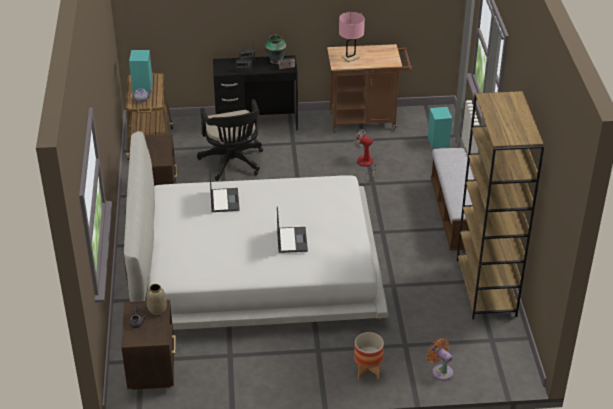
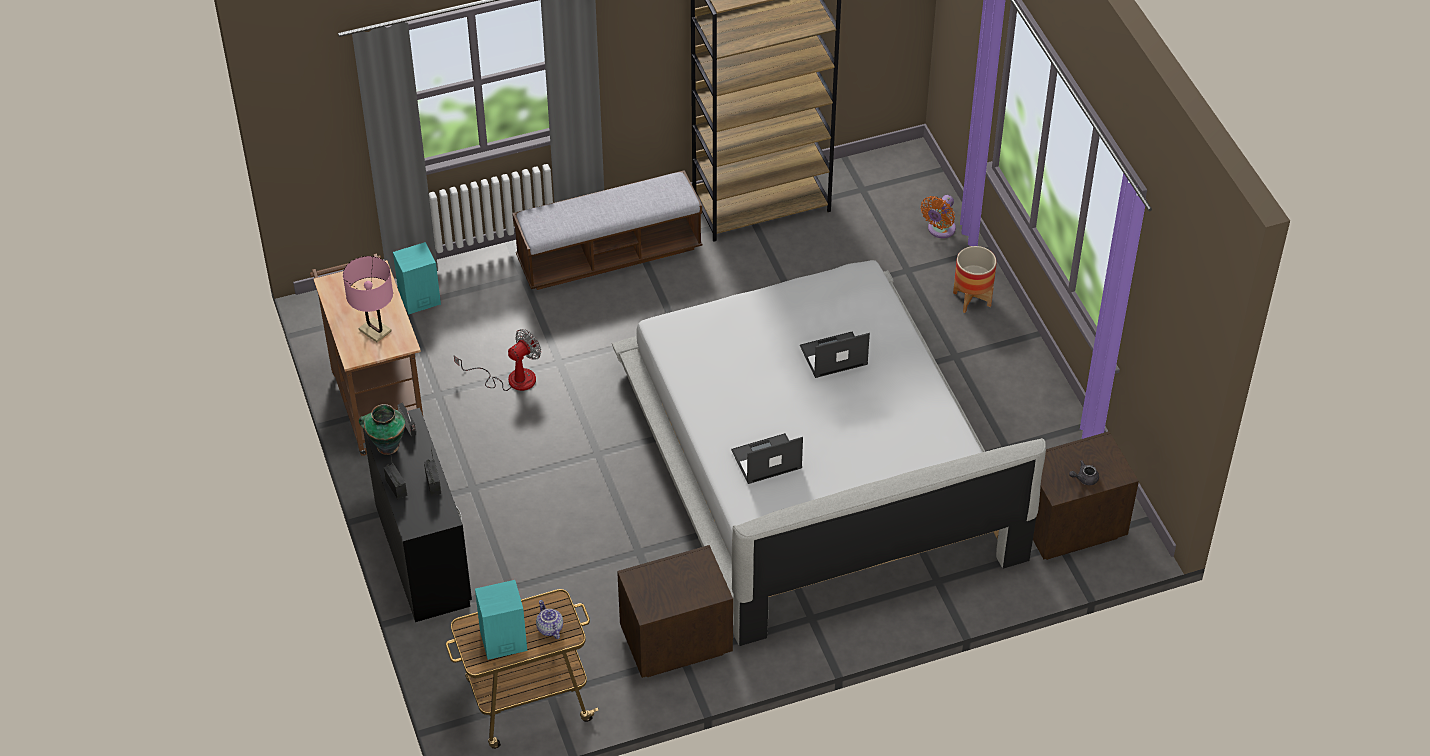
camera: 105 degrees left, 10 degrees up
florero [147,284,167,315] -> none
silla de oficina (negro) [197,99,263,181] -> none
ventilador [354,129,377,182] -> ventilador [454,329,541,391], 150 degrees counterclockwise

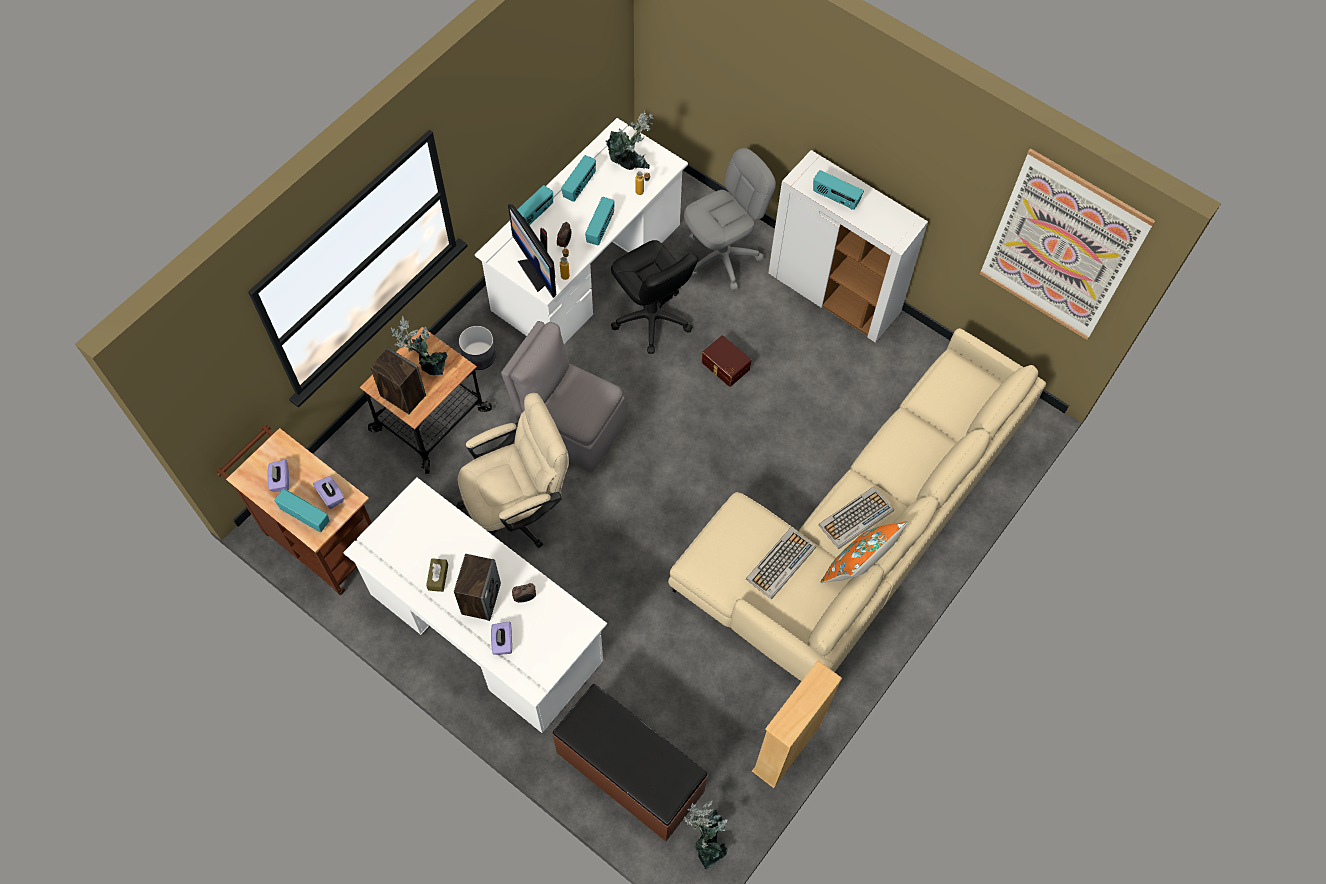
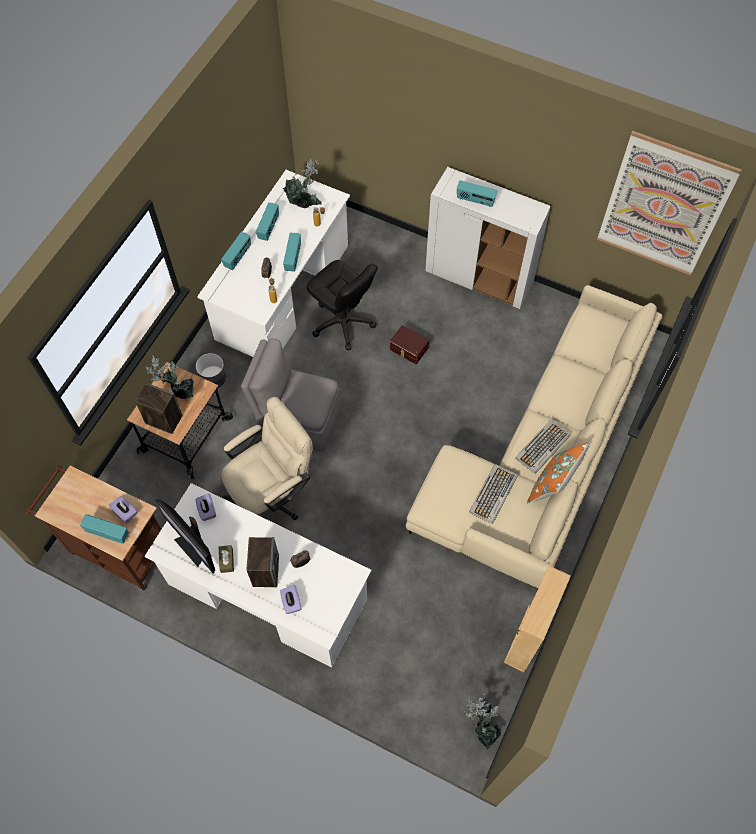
camera: 10 degrees left, 0 degrees up
banco (marrón) [552,684,708,841] -> none
silla de oficina (gris) [684,148,776,290] -> none
caja de pañuelos (morado) [267,460,289,492] -> caja de pañuelos (morado) [195,493,216,521], shifted
monitor [508,204,556,298] -> monitor [155,499,215,573], shifted

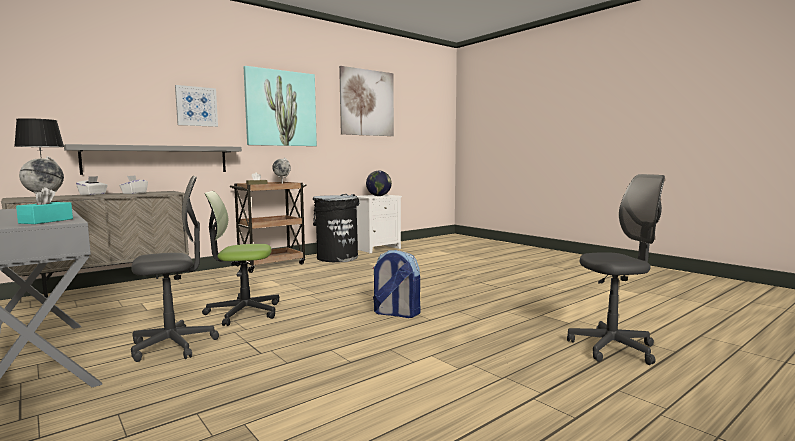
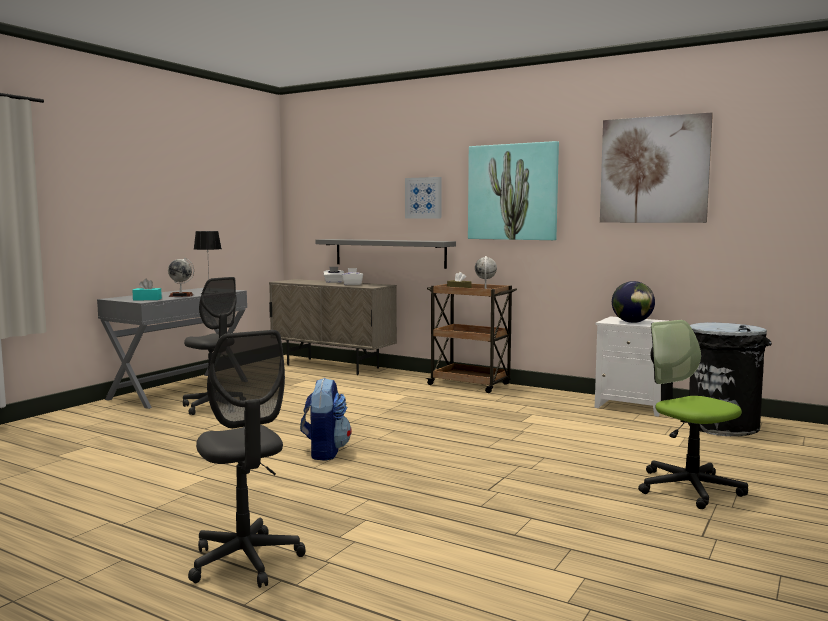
camera: 70 degrees right, 0 degrees up
silla de oficina [202,191,279,326] -> silla de oficina [638,320,748,509], shifted
papelera (negro) [313,194,360,262] -> papelera (negro) [688,322,772,436], shifted

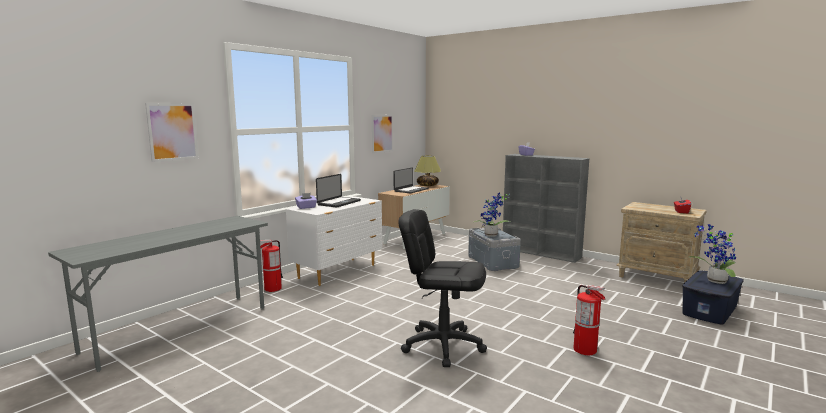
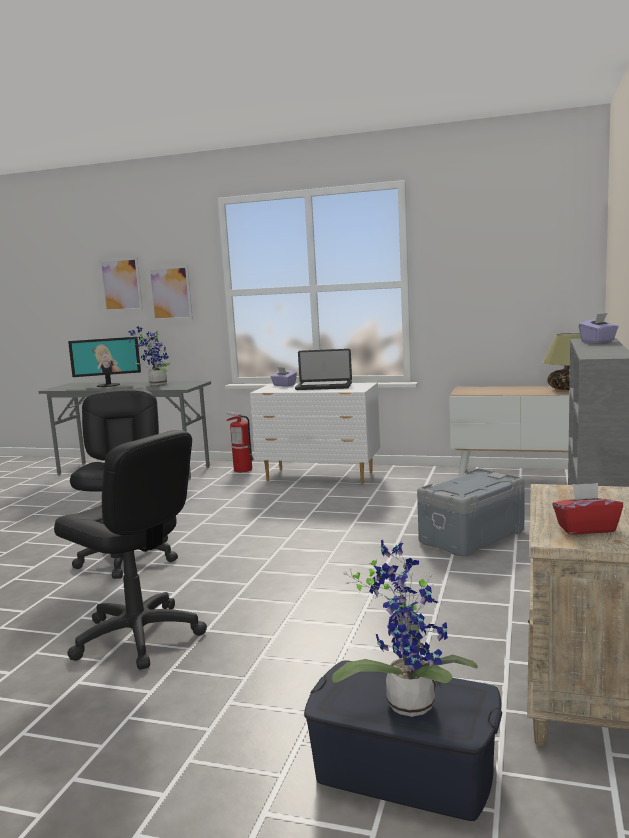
camera: 70 degrees right, 0 degrees up
portátil [394,167,429,193] -> none
none -> monitor [68,337,141,387]
cuadro [372,115,393,153] -> cuadro [99,257,143,312], shifted
planta en maceta [474,193,512,237] -> planta en maceta [129,326,172,385], shifted
extintor [573,285,605,355] -> silla de oficina (negro) [54,430,207,670]

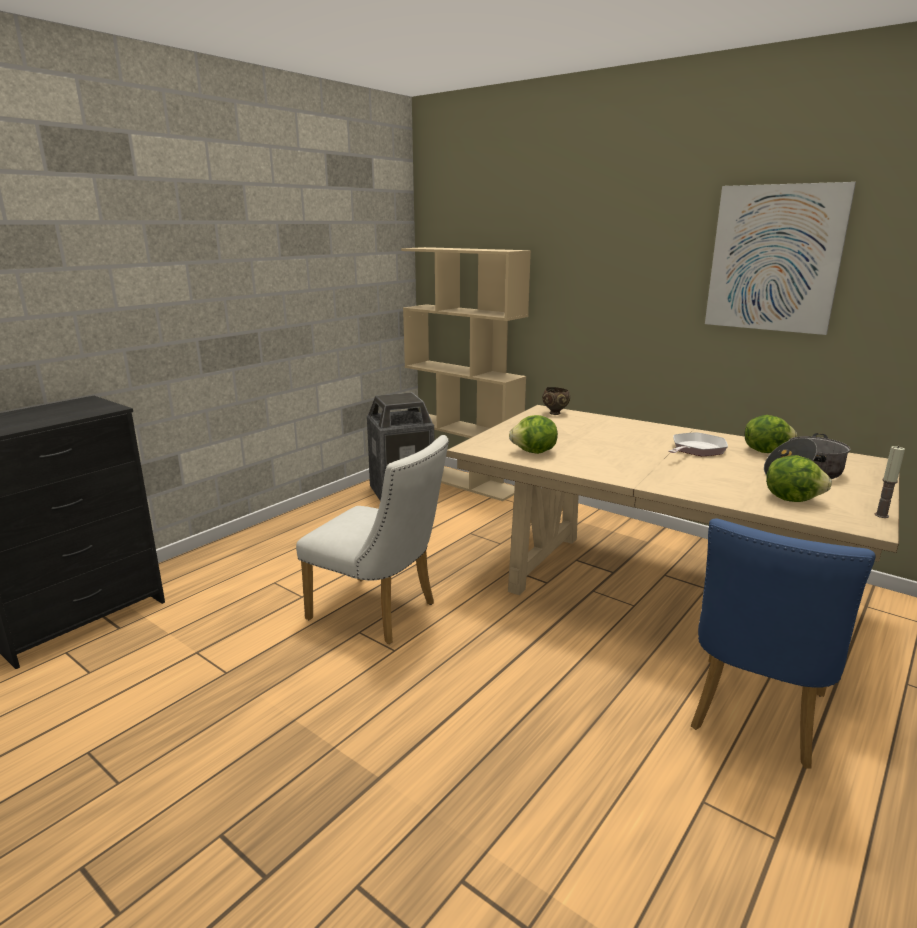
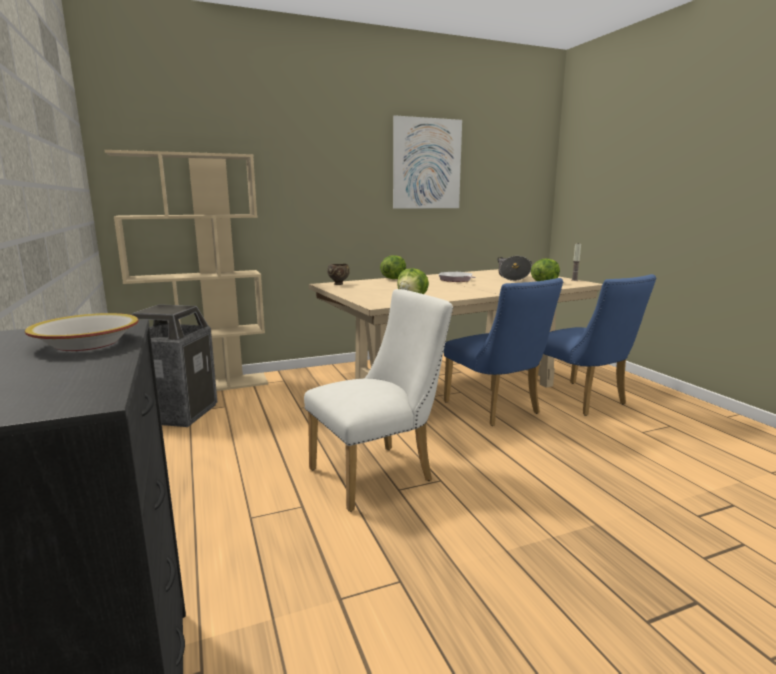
camera: 60 degrees left, 5 degrees down
none -> cuenco [25,313,139,351]
none -> silla (azul) [444,278,563,426]
lechuga [745,415,797,453] -> lechuga [380,255,406,279], shifted

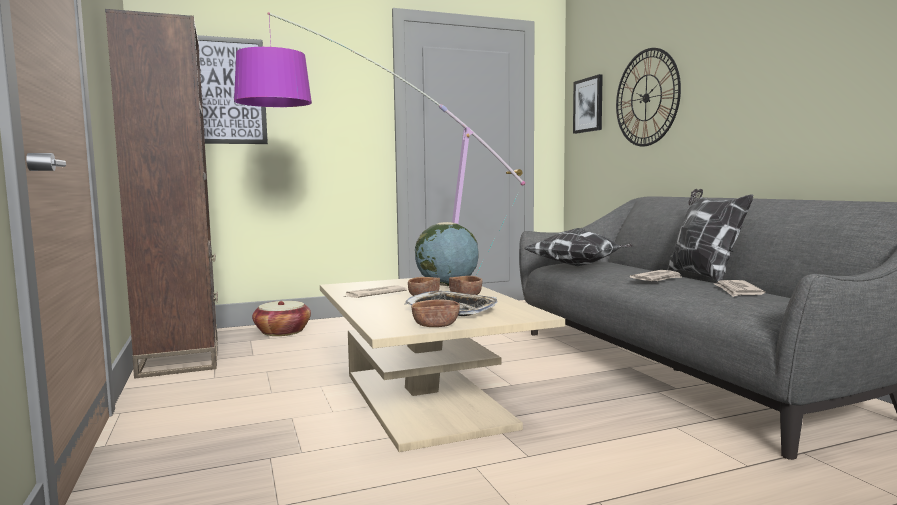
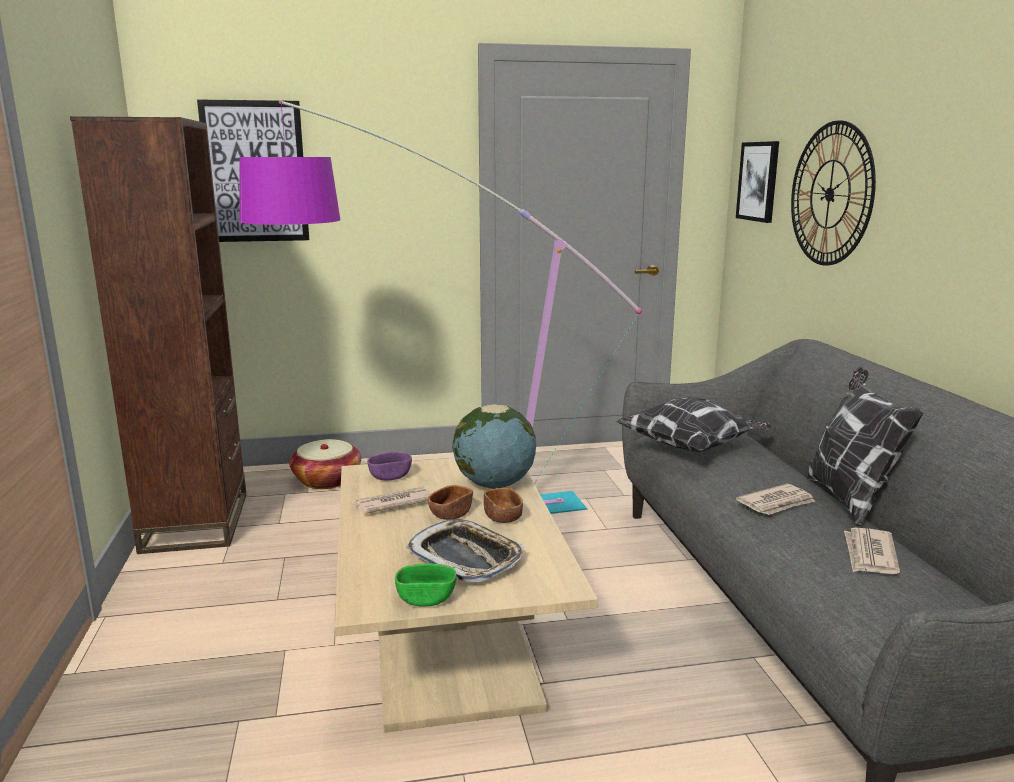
camera: 10 degrees right, 10 degrees up
none -> cuenco (morado) [367,452,412,480]
cuenco (marrón) [411,300,460,327] -> cuenco (verde) [395,563,457,607]

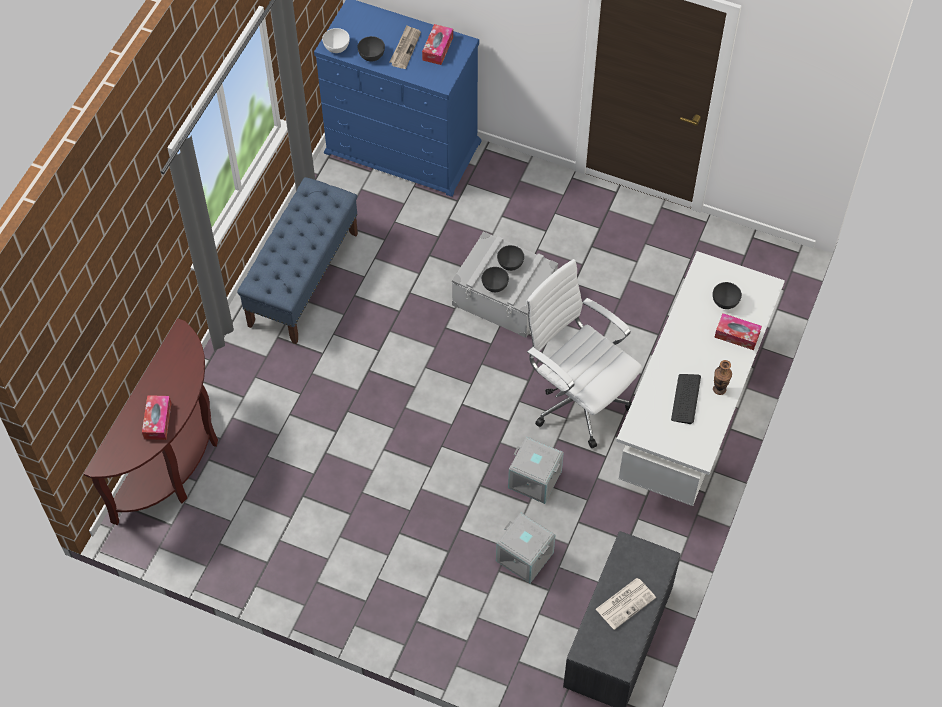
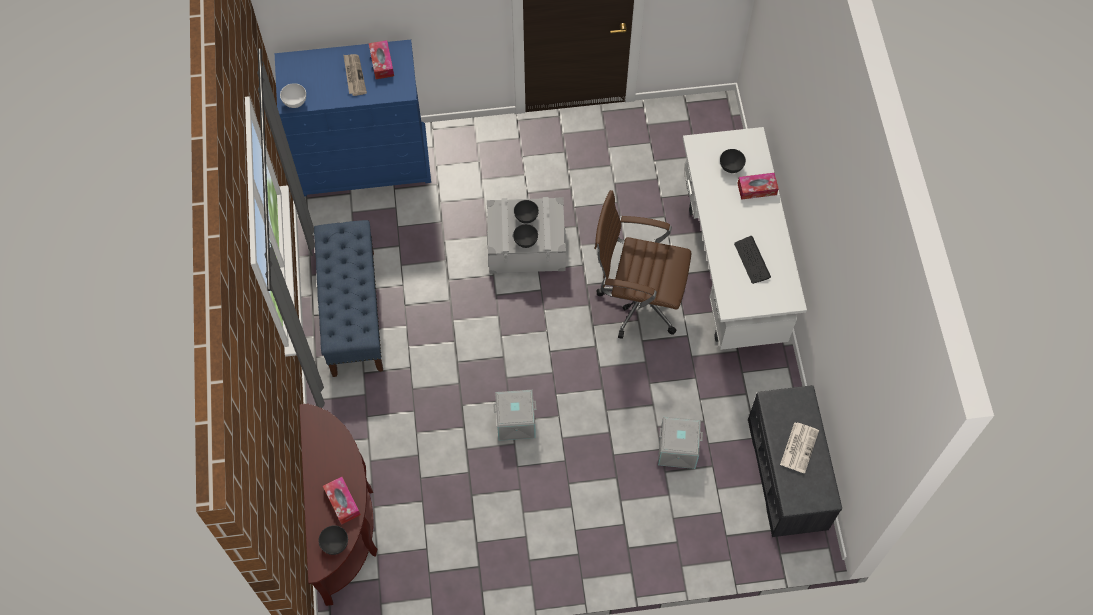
camera: 30 degrees left, 5 degrees up
florero [713,360,732,395] -> none
cuenco (gris) [358,36,385,62] -> cuenco (gris) [319,525,348,555], shifted
caja de almacenaje (gris) [508,437,564,504] -> caja de almacenaje (gris) [493,390,537,441], shifted
silla de oficina (blanco) [525,259,642,449] -> silla de oficina (marrón) [594,190,691,339]

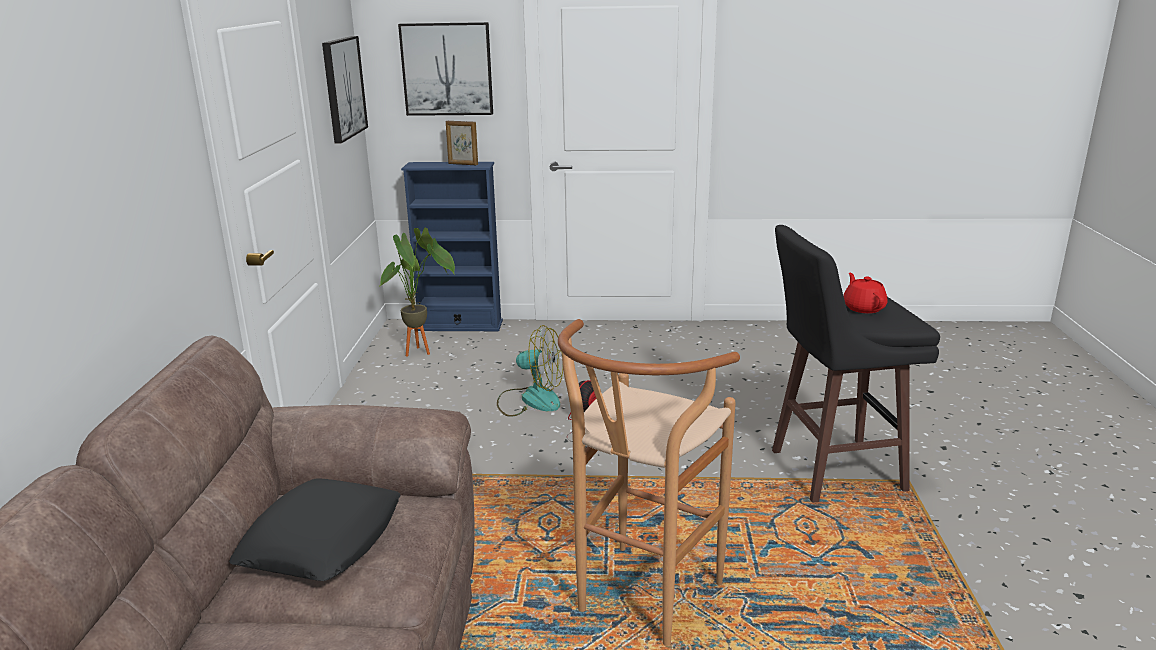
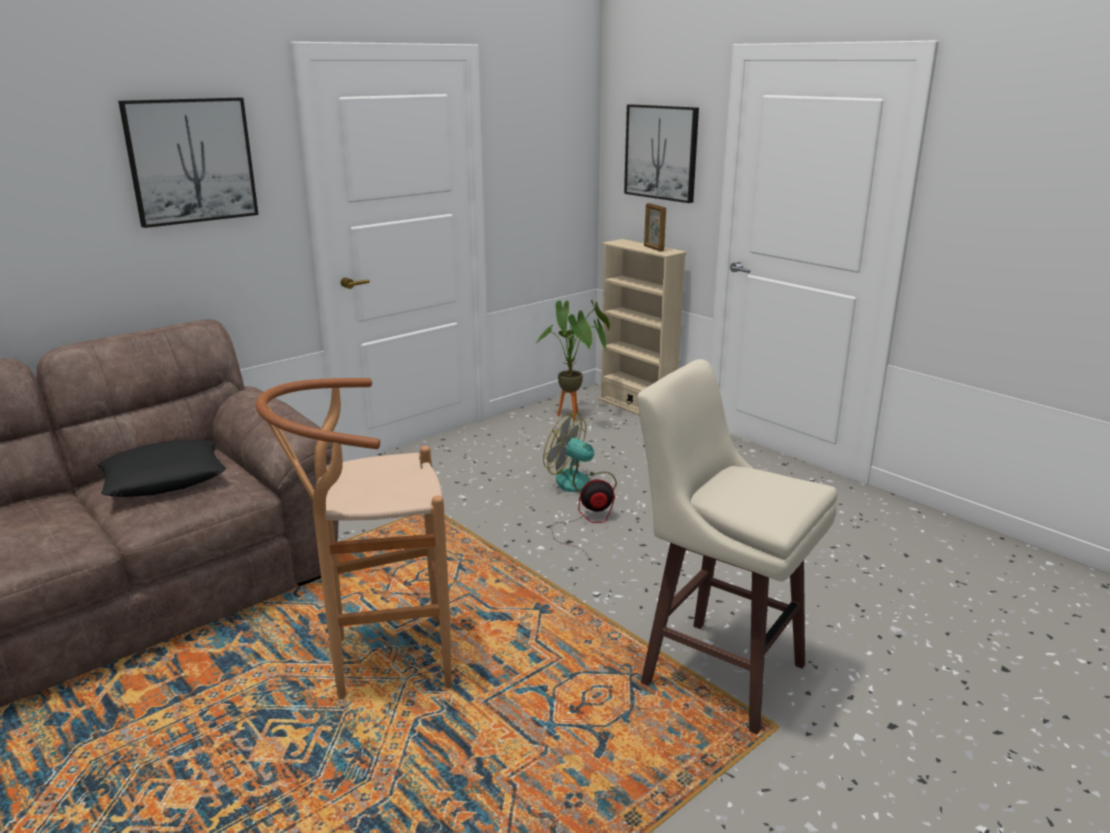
camera: 45 degrees right, 0 degrees up
tetera (rojo) [843,273,888,313] -> none
cuadro [322,36,368,144] -> cuadro [118,98,259,228], shifted
estantería (azul) [401,162,503,331] -> estantería (beis) [599,239,687,415]
taburete (negro) [772,225,940,503] -> taburete (beis) [637,359,838,734]
ventilador [497,325,563,417] -> ventilador [543,413,617,494], 150 degrees clockwise

